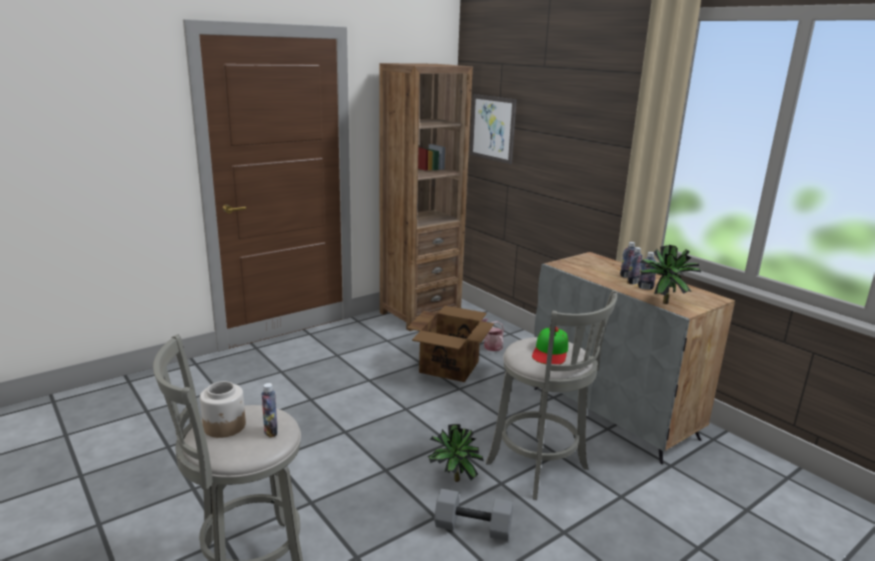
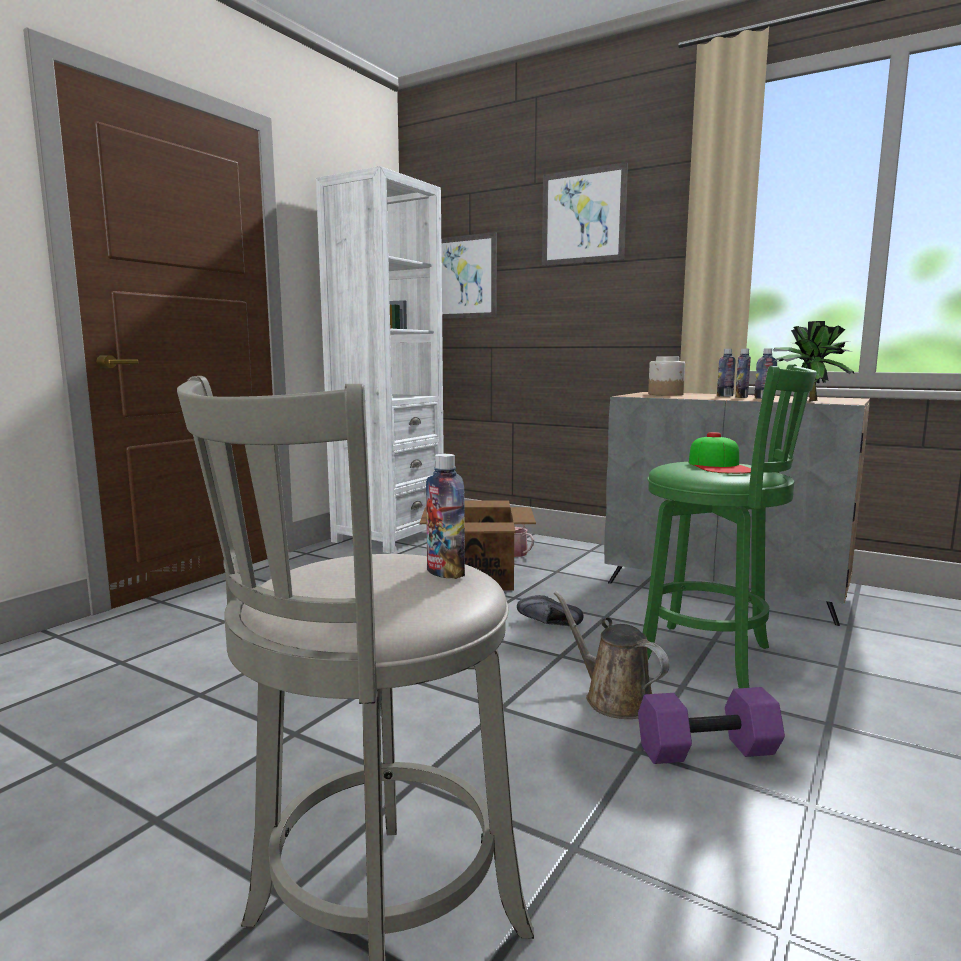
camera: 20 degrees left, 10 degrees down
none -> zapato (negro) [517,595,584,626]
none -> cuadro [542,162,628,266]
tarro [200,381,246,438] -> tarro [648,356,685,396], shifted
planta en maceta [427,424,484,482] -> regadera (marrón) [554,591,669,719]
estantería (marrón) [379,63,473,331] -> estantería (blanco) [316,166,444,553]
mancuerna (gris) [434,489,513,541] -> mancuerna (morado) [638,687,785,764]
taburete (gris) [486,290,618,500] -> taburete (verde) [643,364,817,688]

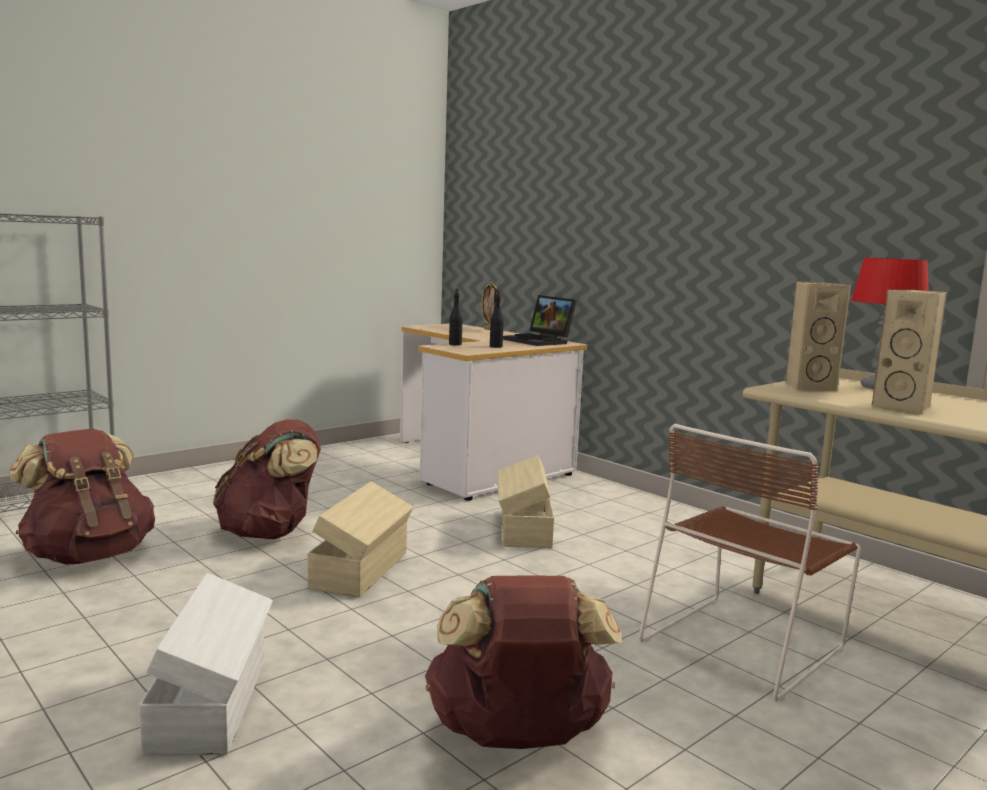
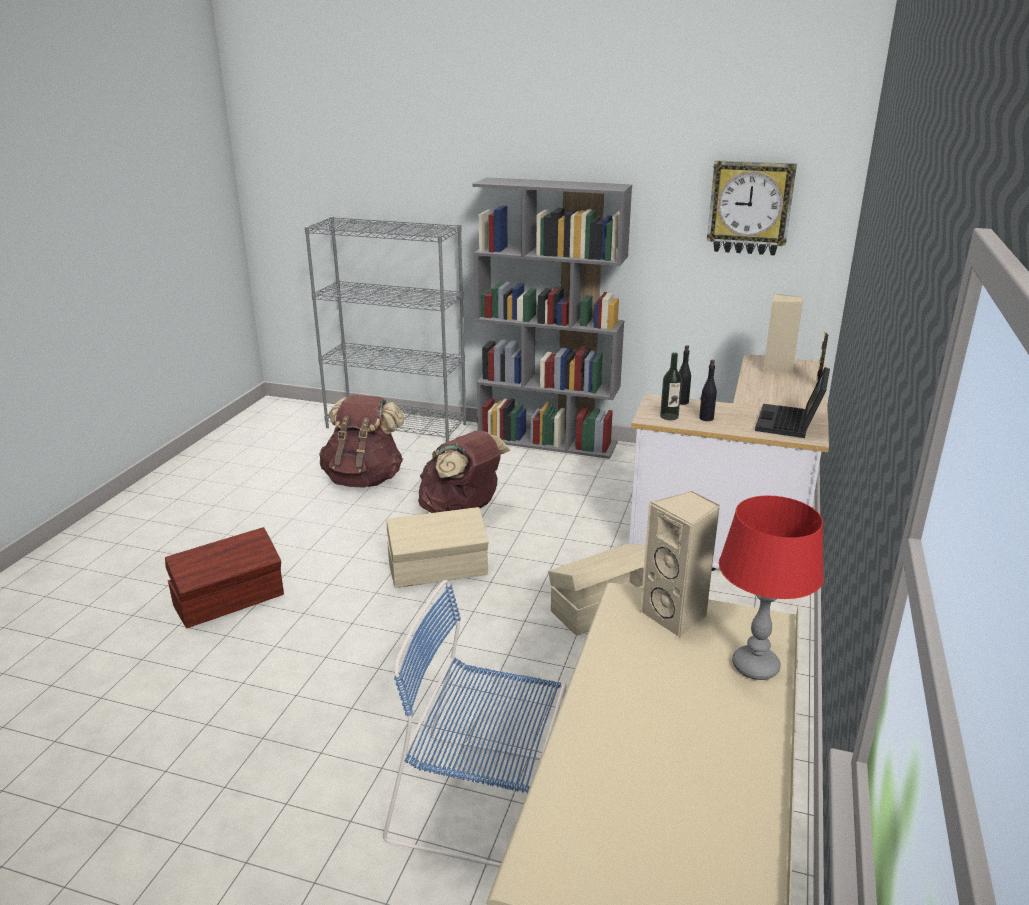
camera: 60 degrees right, 15 degrees up
mochila (marrón) [425,576,622,749] -> none
none -> estantería (gris) [473,177,632,459]
none -> botella [660,352,682,420]
none -> reloj de pared [707,160,797,256]
altavoz (beis) [872,290,947,414] -> altavoz (beis) [763,293,803,374], shifted
caja de almacenaje (blanco) [139,573,273,756] -> caja de almacenaje (marrón) [165,527,284,628]
silla (marrón) [639,424,861,702] -> silla (azul) [383,580,566,868]

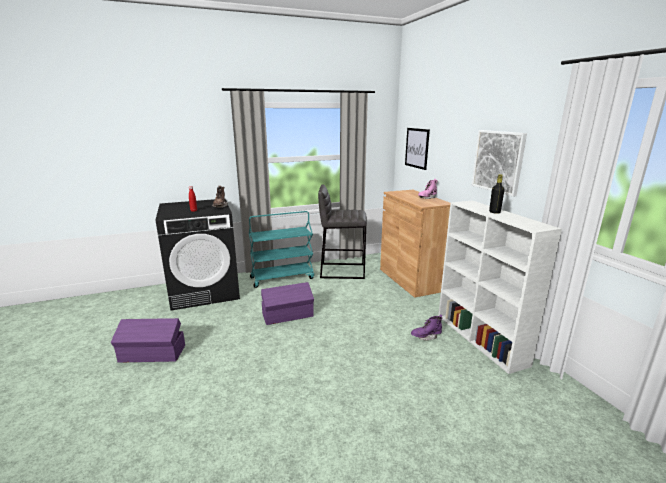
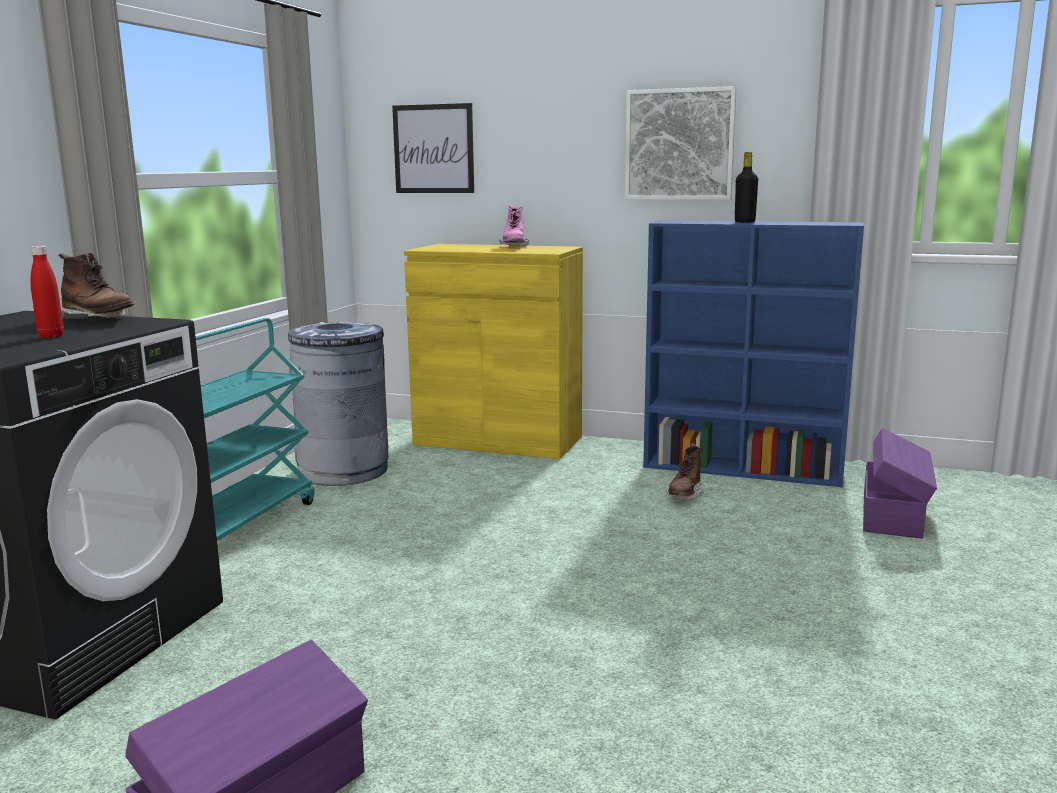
camera: 50 degrees left, 5 degrees down
caja de almacenaje (morado) [261,282,314,325] -> caja de almacenaje (morado) [863,428,937,539], shifted
taburete (gris) [318,185,367,279] -> papelera (gris) [288,322,389,486]
armario (marrón) [380,190,450,298] -> armario (amarillo) [404,244,583,459]
bota (morado) [411,315,443,340] -> bota (marrón) [666,443,703,500]
estantería (blanco) [438,200,562,374] -> estantería (azul) [643,220,864,487]

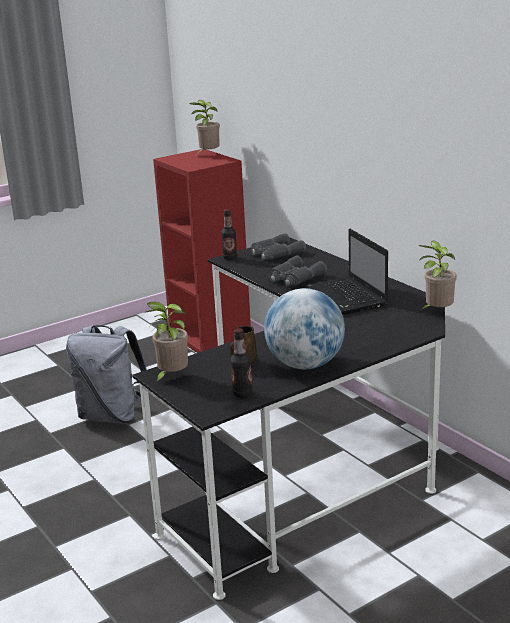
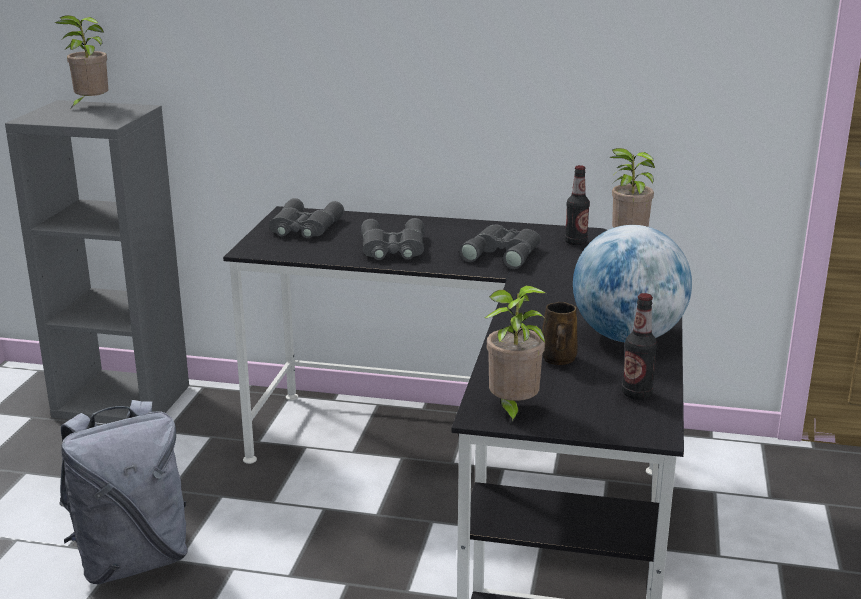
camera: 45 degrees left, 0 degrees up
botella [221,209,237,260] -> botella [565,165,590,245], shifted
portátil [305,229,388,315] -> prismáticos (gris) [459,224,541,269]
estantería (rojo) [153,149,251,353] -> estantería (gris) [5,100,189,424]

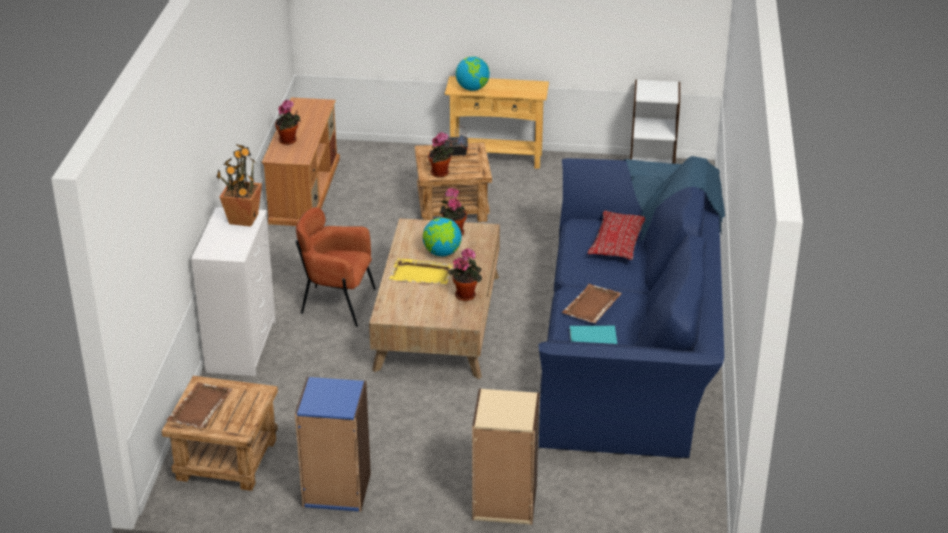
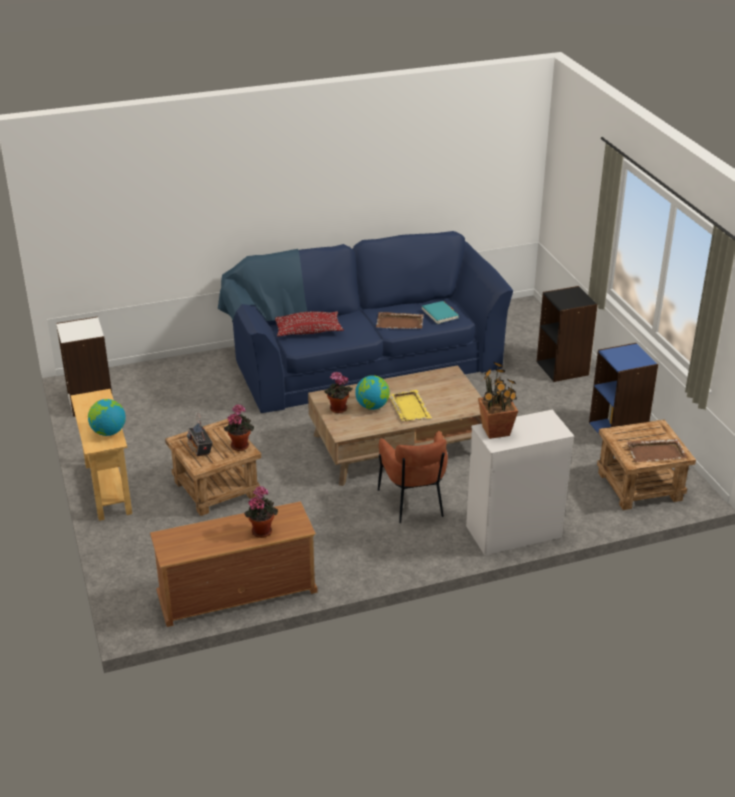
camera: 115 degrees left, 0 degrees up
planta en maceta [448,249,482,301] -> none
estantería (beis) [472,388,540,525] -> estantería (negro) [537,286,597,382]

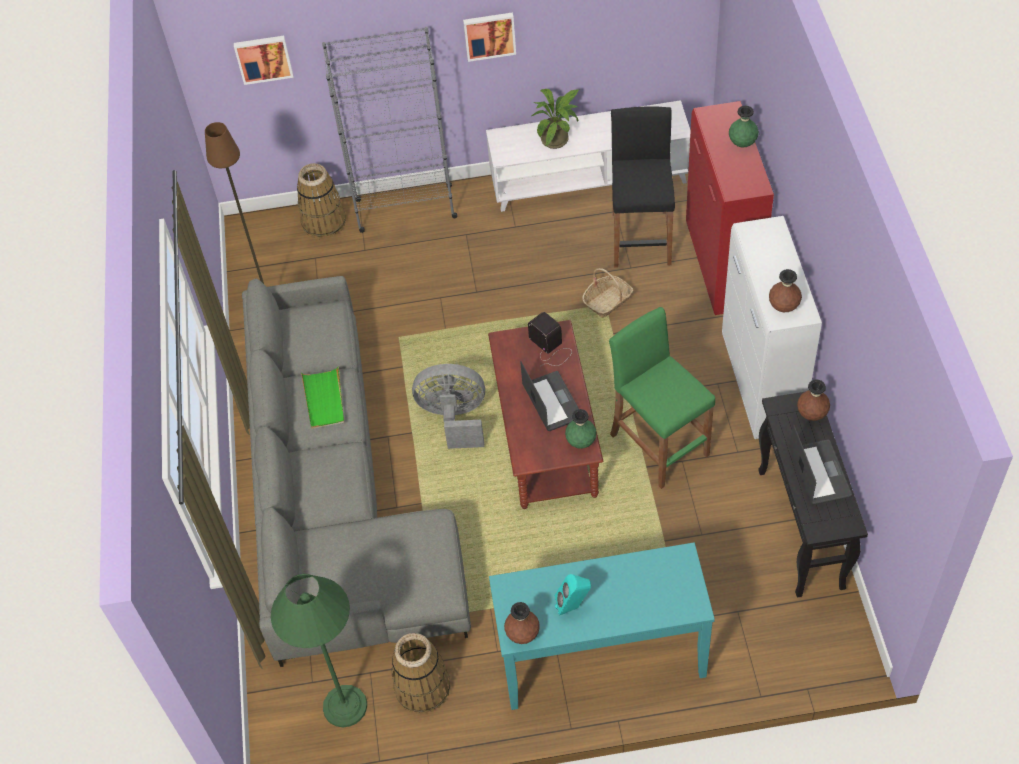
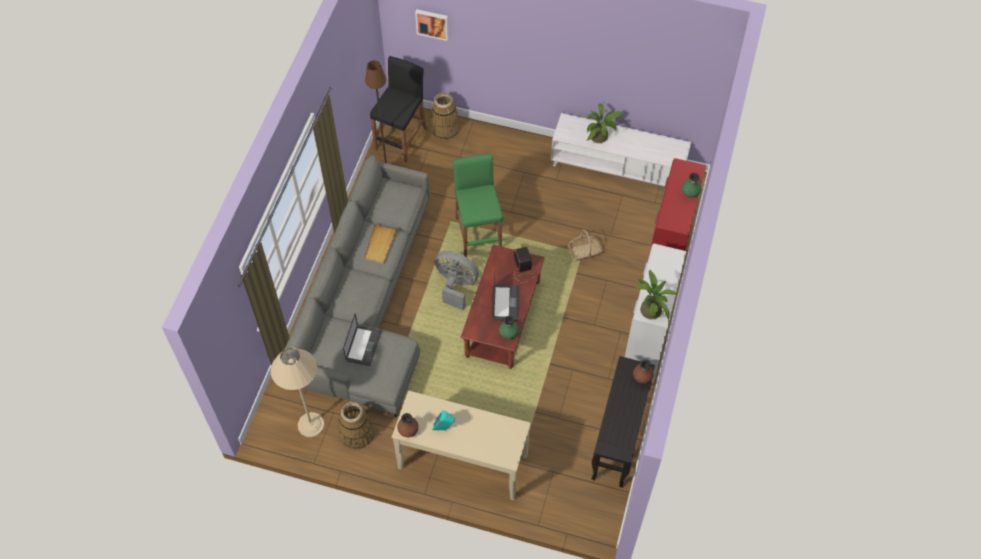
camera: 20 degrees right, 5 degrees up
estantería (gris) [322,27,457,233] -> none
cuadro [463,12,516,62] -> none
taburete (verde) [609,307,715,489] -> taburete (verde) [453,154,503,257], shifted
taburete (negro) [611,107,675,268] -> taburete (negro) [370,56,428,163], shifted
portátil [789,424,852,505] -> portátil [343,313,381,366], shifted
florero (marrón) [769,269,802,312] -> planta en maceta [635,269,679,321]
lámpara de pie (verde) [271,574,367,728] -> lámpara de pie (beis) [271,347,325,437]
bandeja (verde) [301,366,345,429] -> bandeja (beis) [364,224,397,264]
mesa consola (turquesa) [489,543,715,710] -> mesa consola (beis) [392,390,531,500]

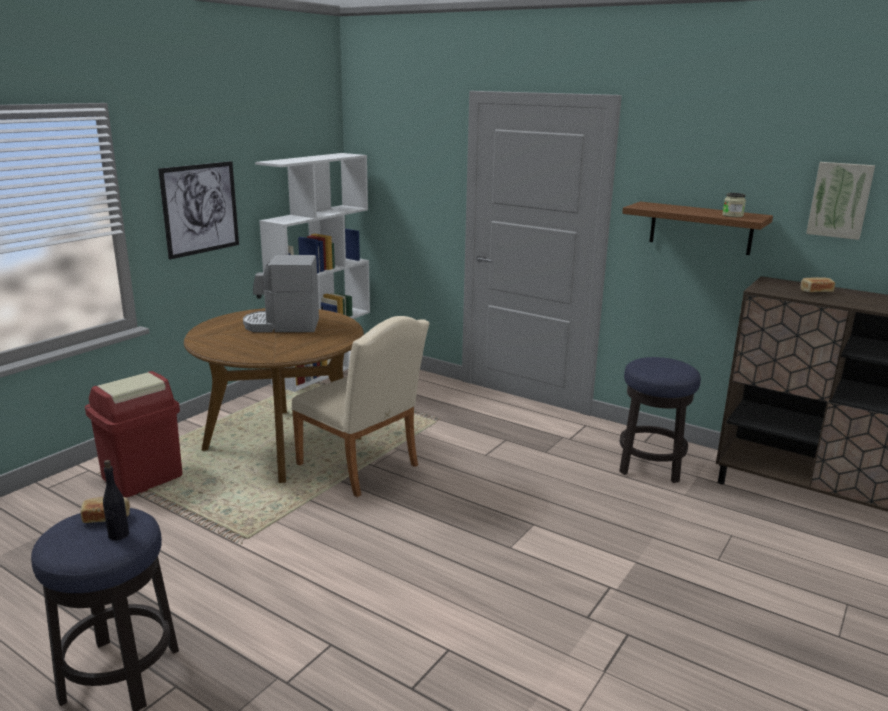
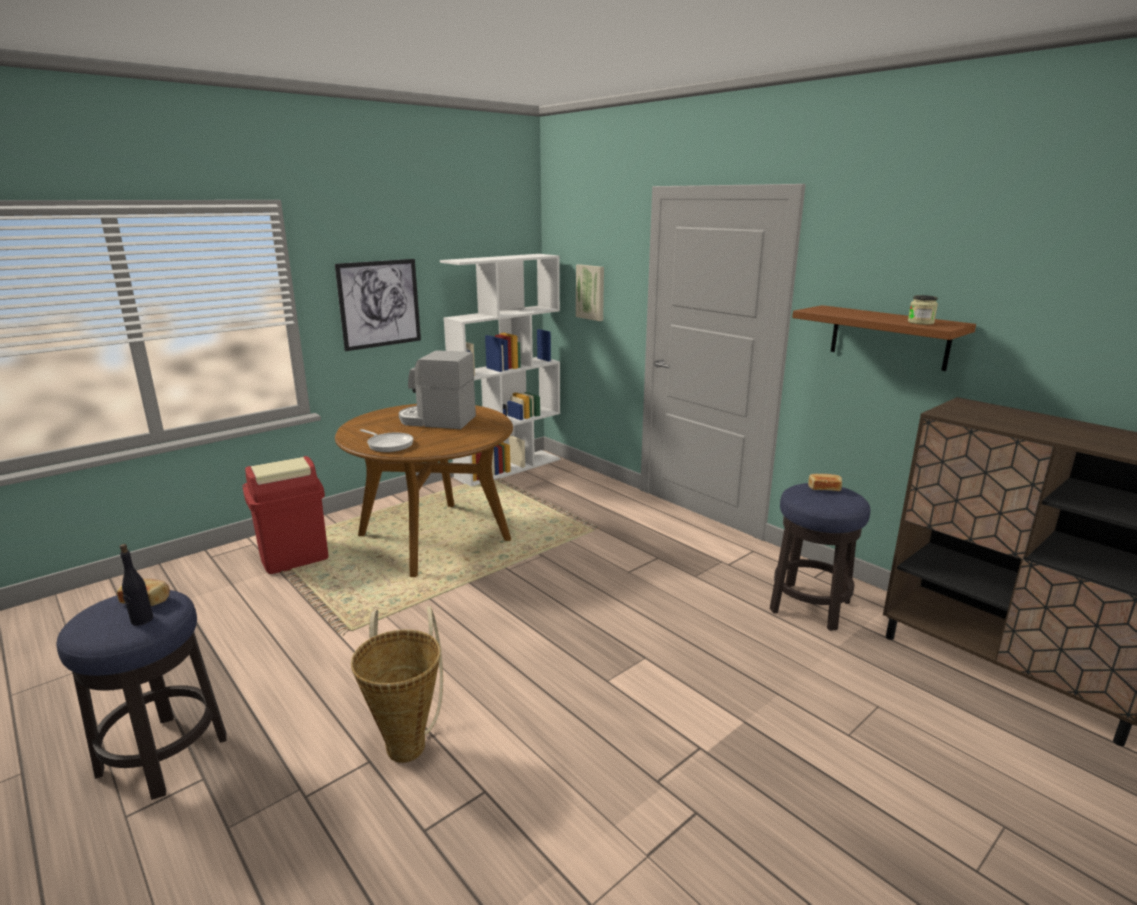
camera: 15 degrees right, 0 degrees up
silla (beis) [291,316,430,497] -> none
none -> cesta [351,606,443,763]
none -> sartén [360,429,413,452]
pan [801,277,835,292] -> pan [808,474,842,491], shifted
cuadro [806,162,875,240] -> cuadro [576,264,604,321], shifted

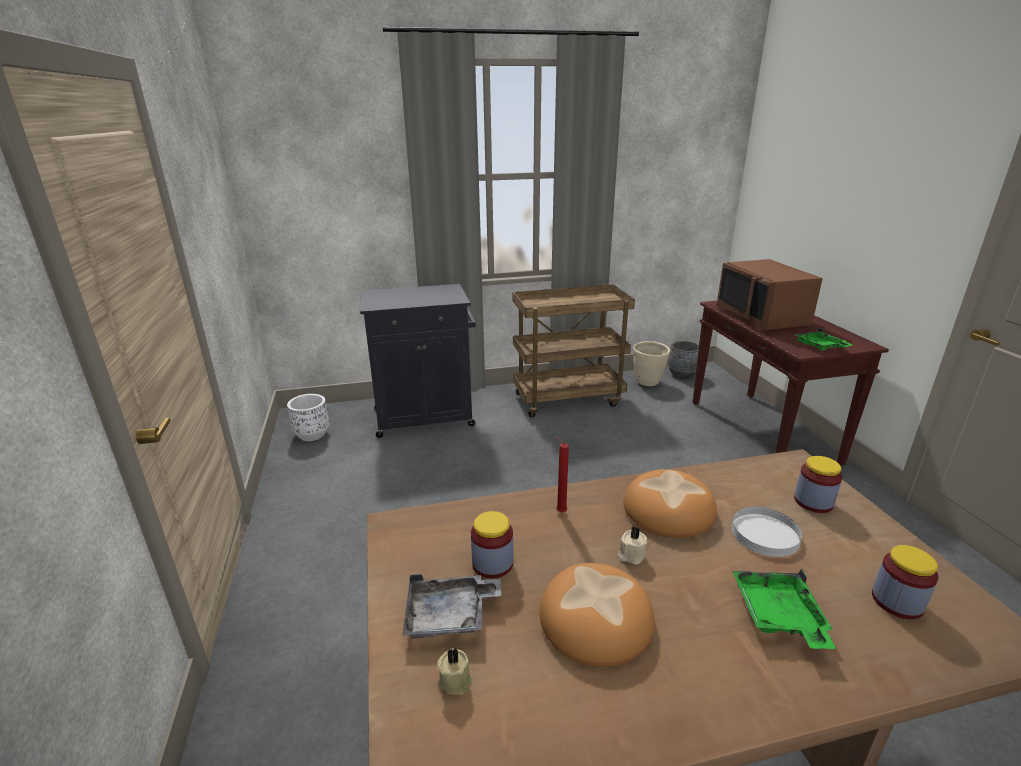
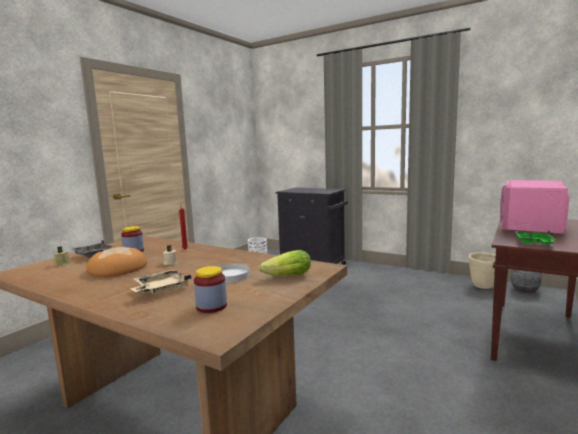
camera: 45 degrees right, 15 degrees down
carrito (marrón) [512,284,635,418] -> none
pan [624,469,717,538] -> none
tarro [794,456,842,513] -> lechuga [259,250,311,276]
microondas (marrón) [716,259,823,330] -> microondas (rosa) [500,180,570,233]
bandeja (verde) [732,569,836,649] -> bandeja (beis) [130,269,191,294]

